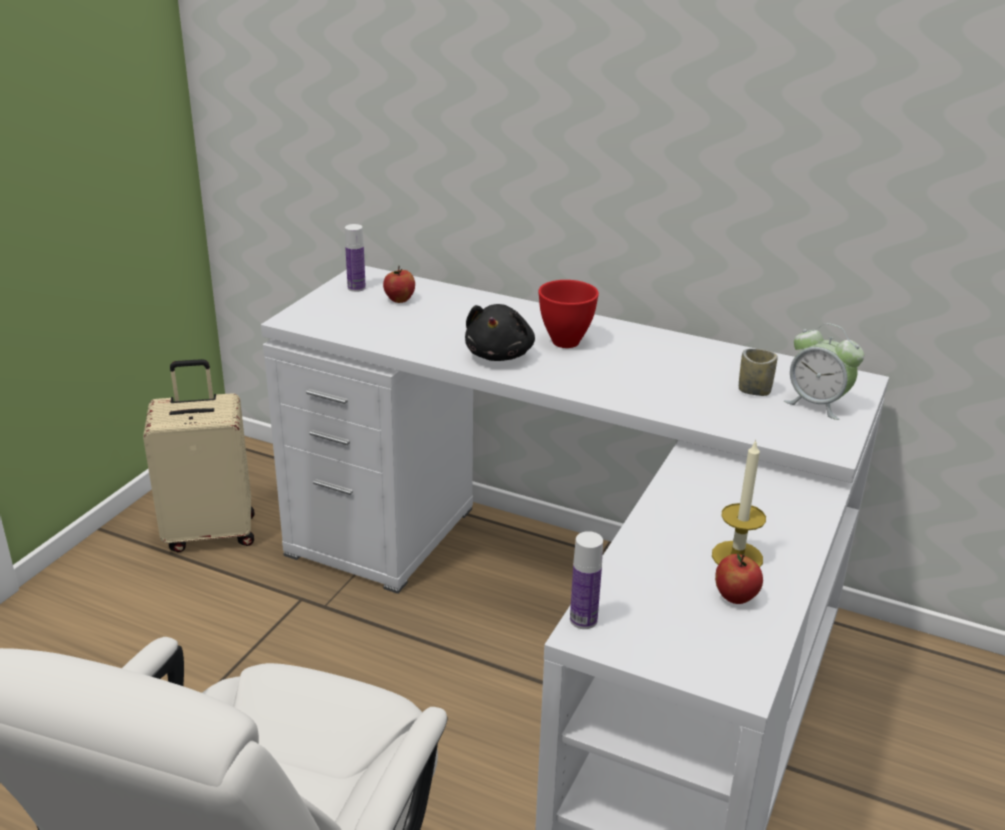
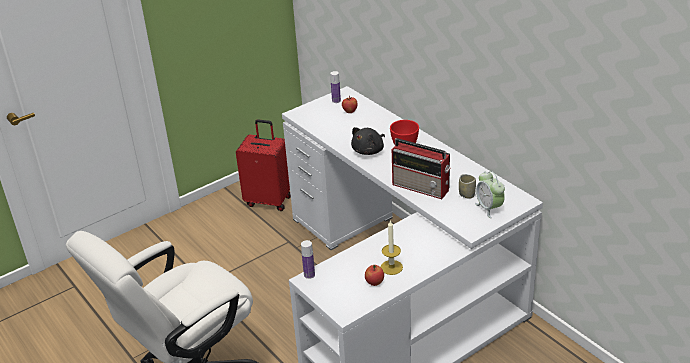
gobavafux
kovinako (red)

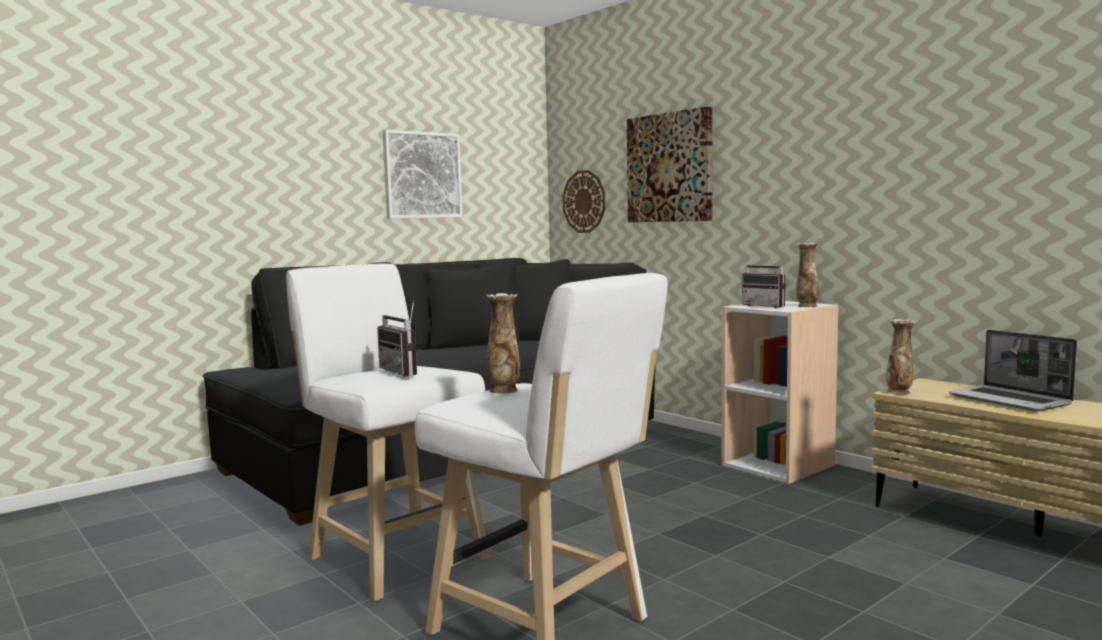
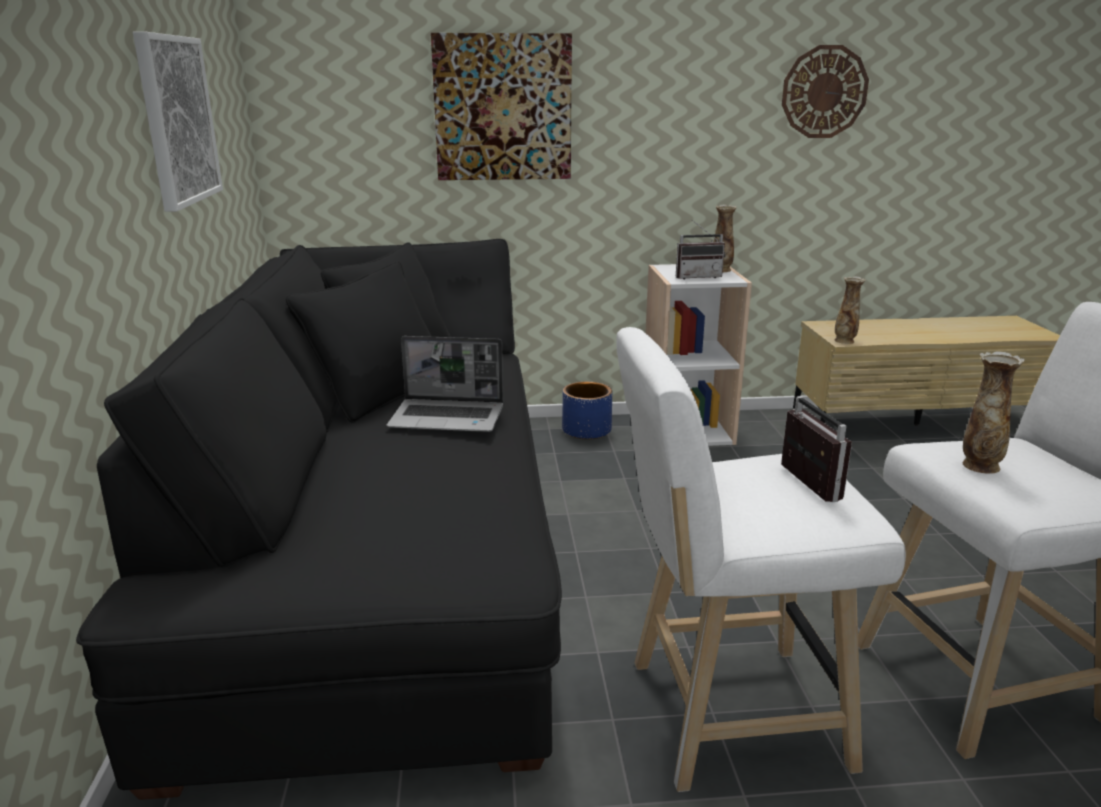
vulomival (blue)
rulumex
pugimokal
gobavafux (no. 2 from left)

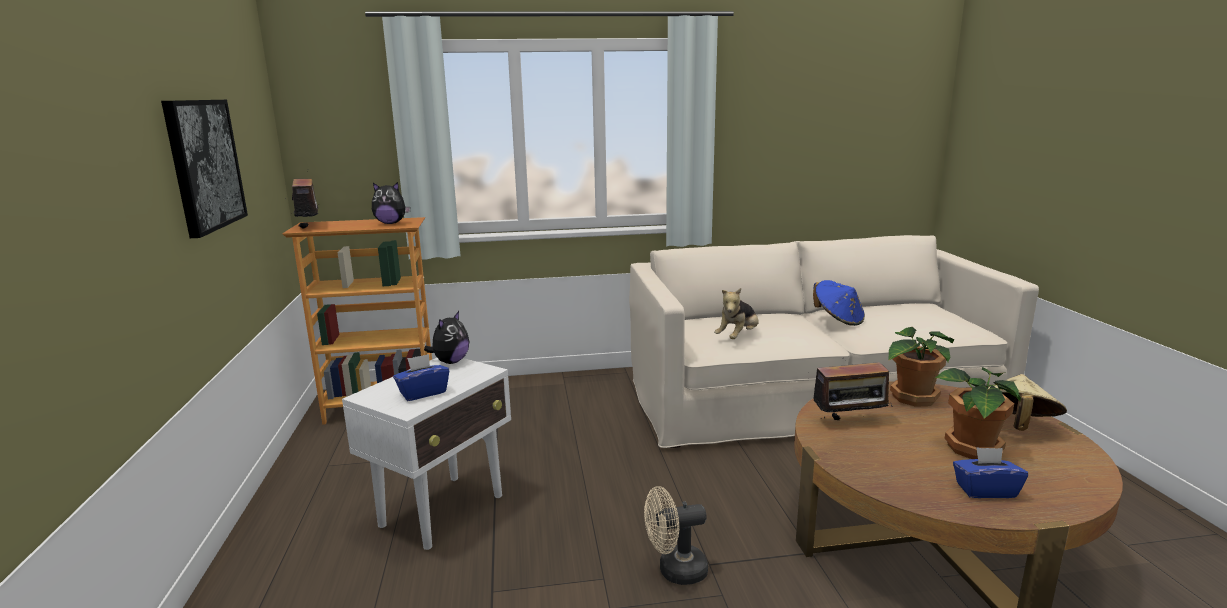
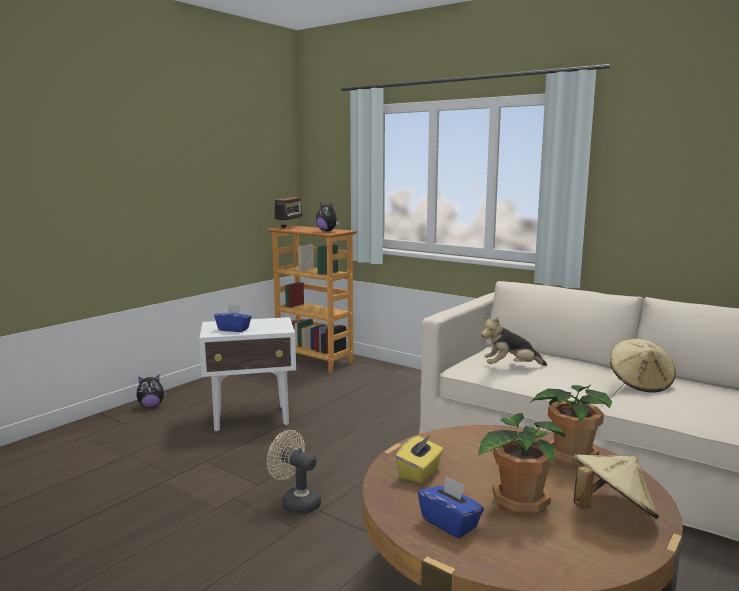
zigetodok
gobavafux (no. 2 from left in the first image)
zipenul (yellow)
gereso (no. 1 from left)
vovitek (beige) (no. 2 from left)

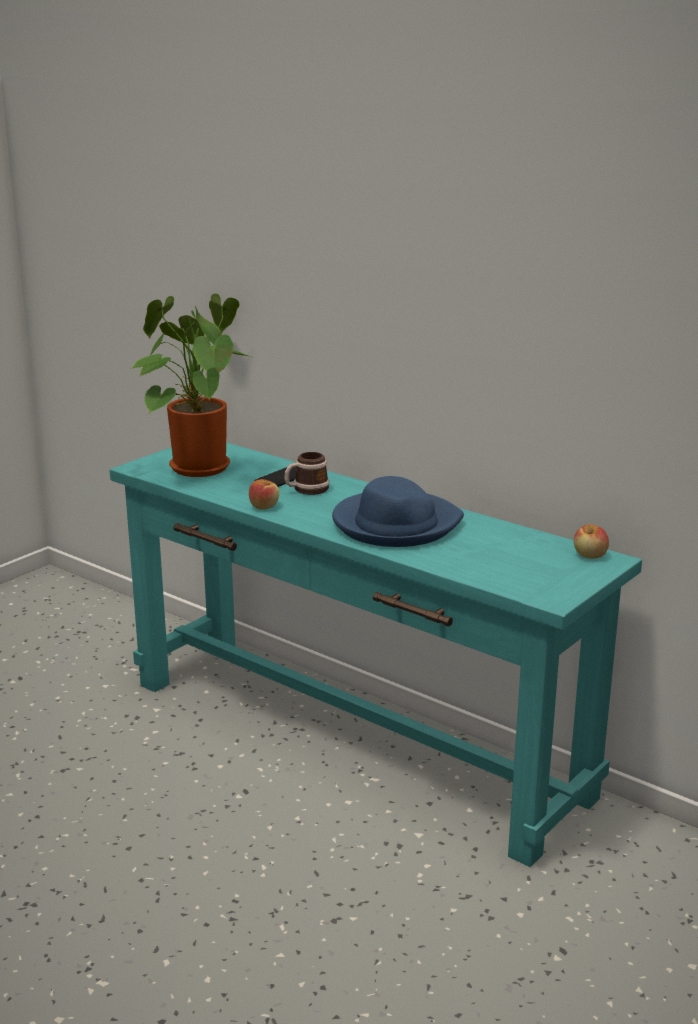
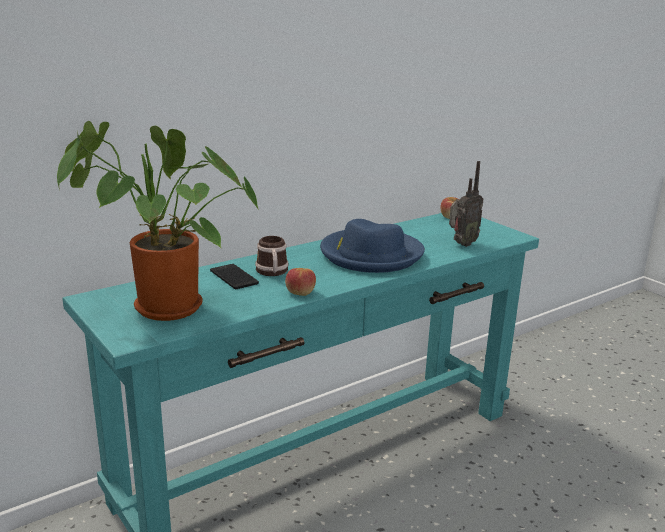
gobavafux

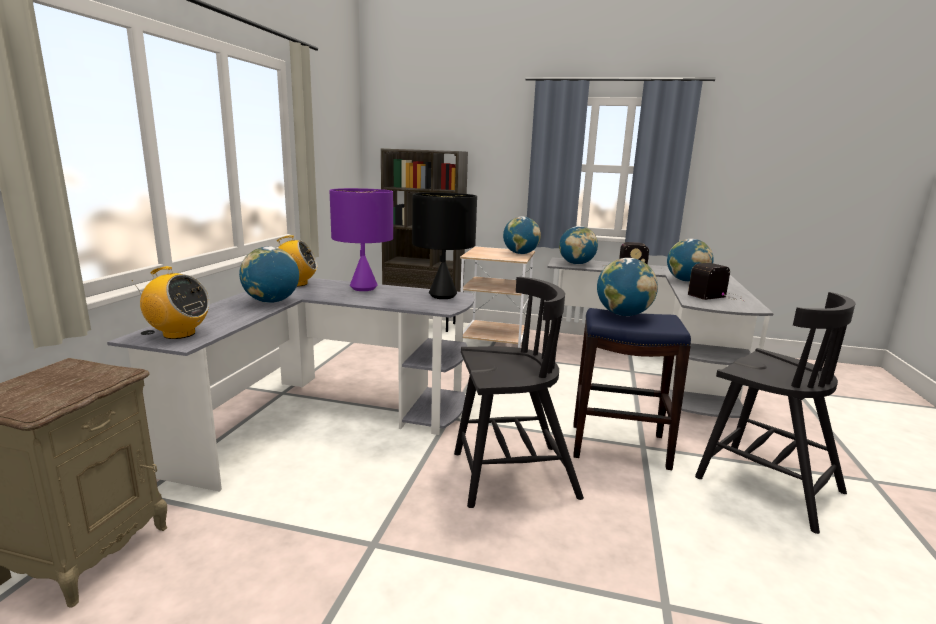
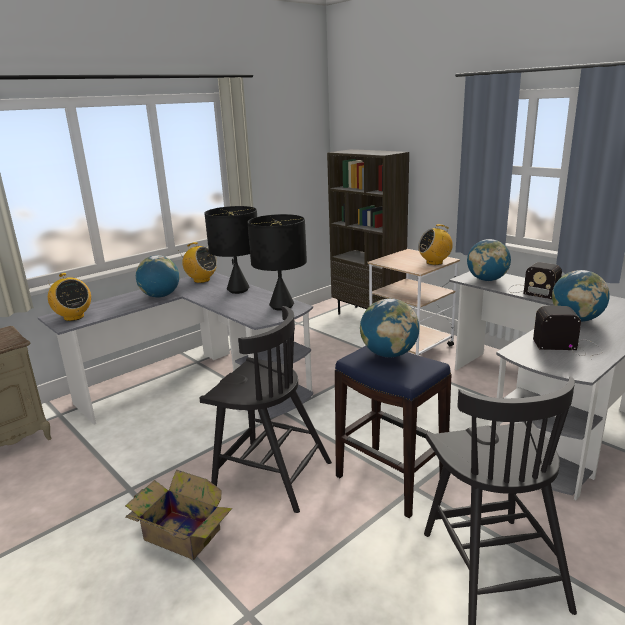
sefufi
gobavafux (no. 3 from left)
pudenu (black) (no. 1 from left)

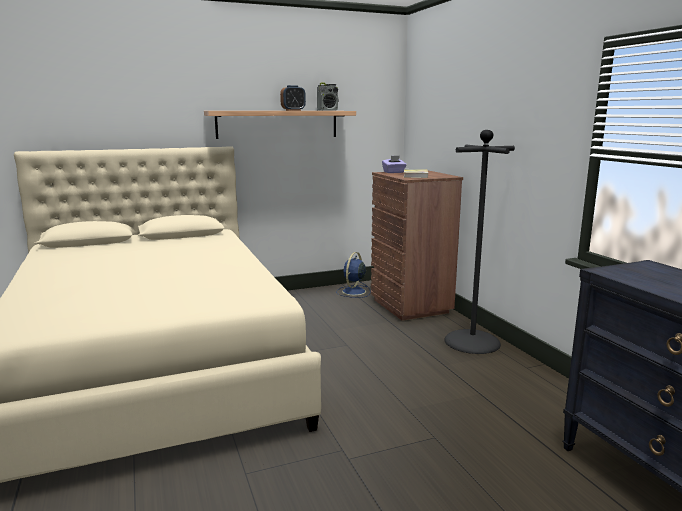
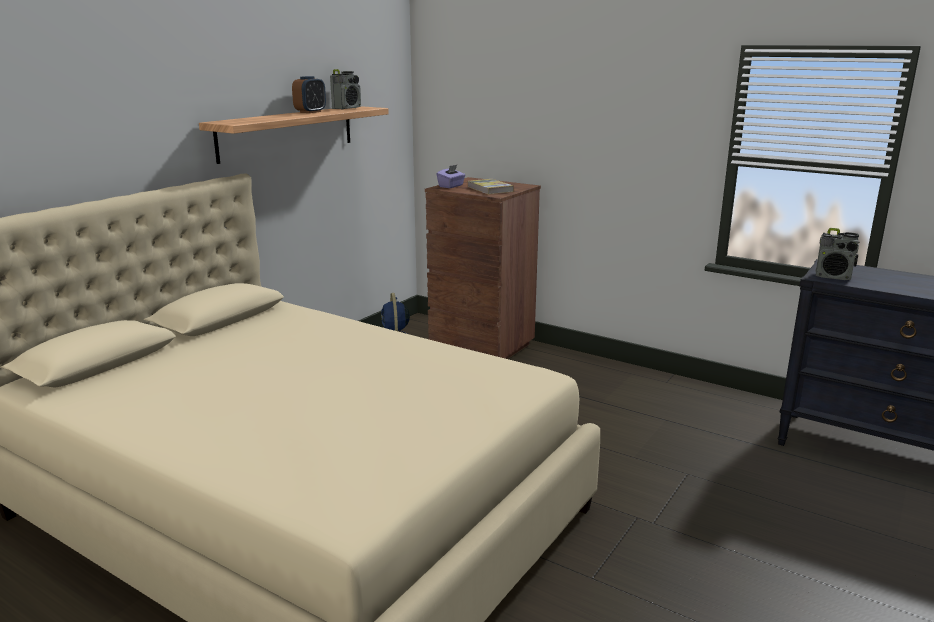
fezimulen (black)
gobavafux (no. 2 from left)

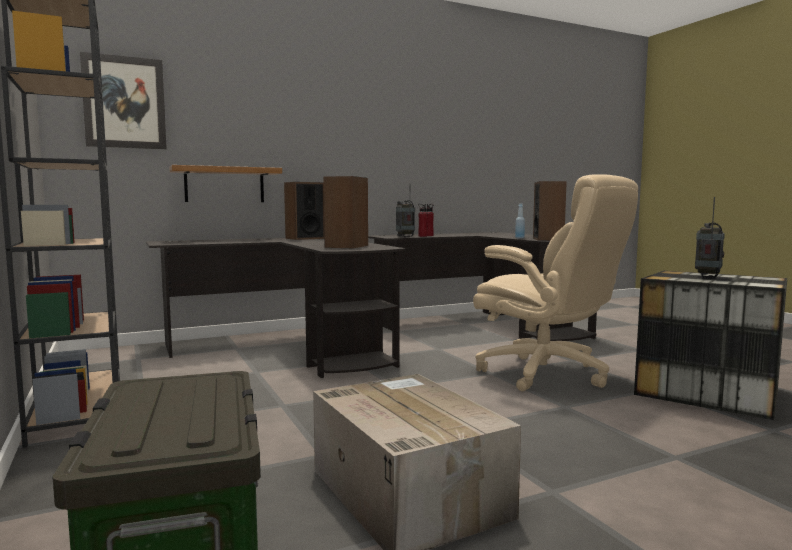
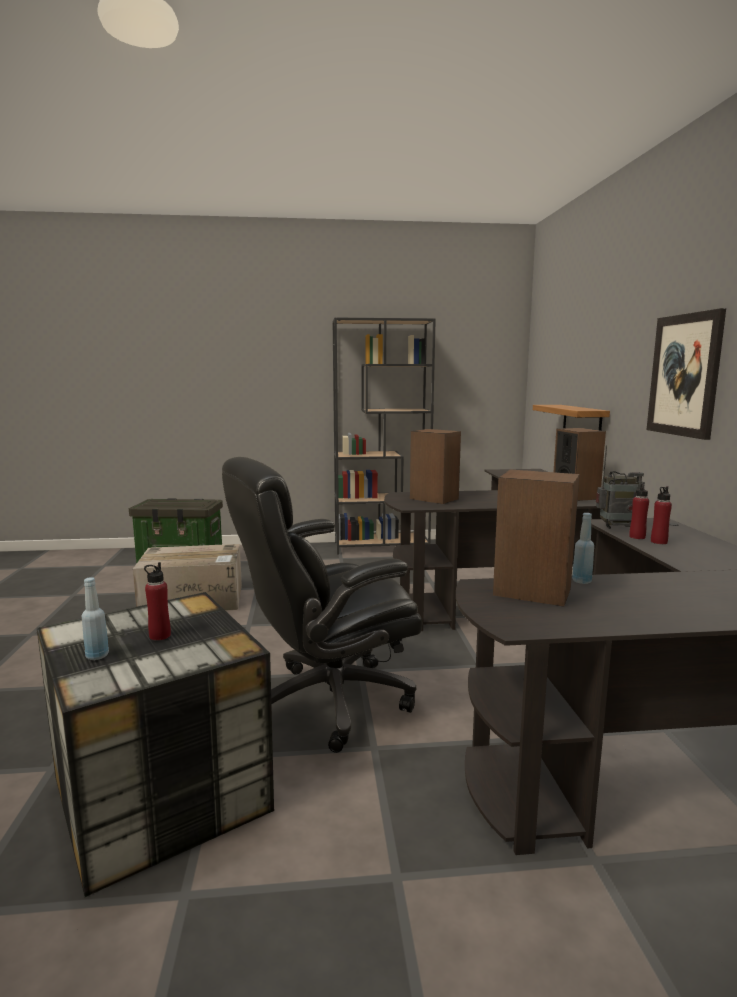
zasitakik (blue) (no. 1 from left)
zigetodok
zasitakik (red) (no. 1 from left)
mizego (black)

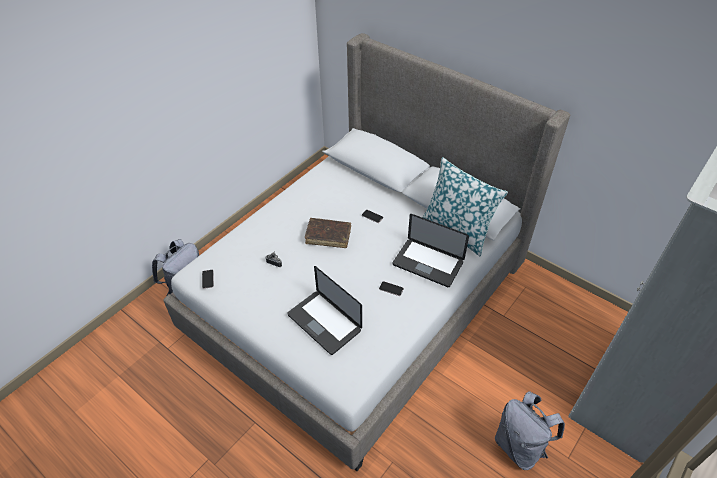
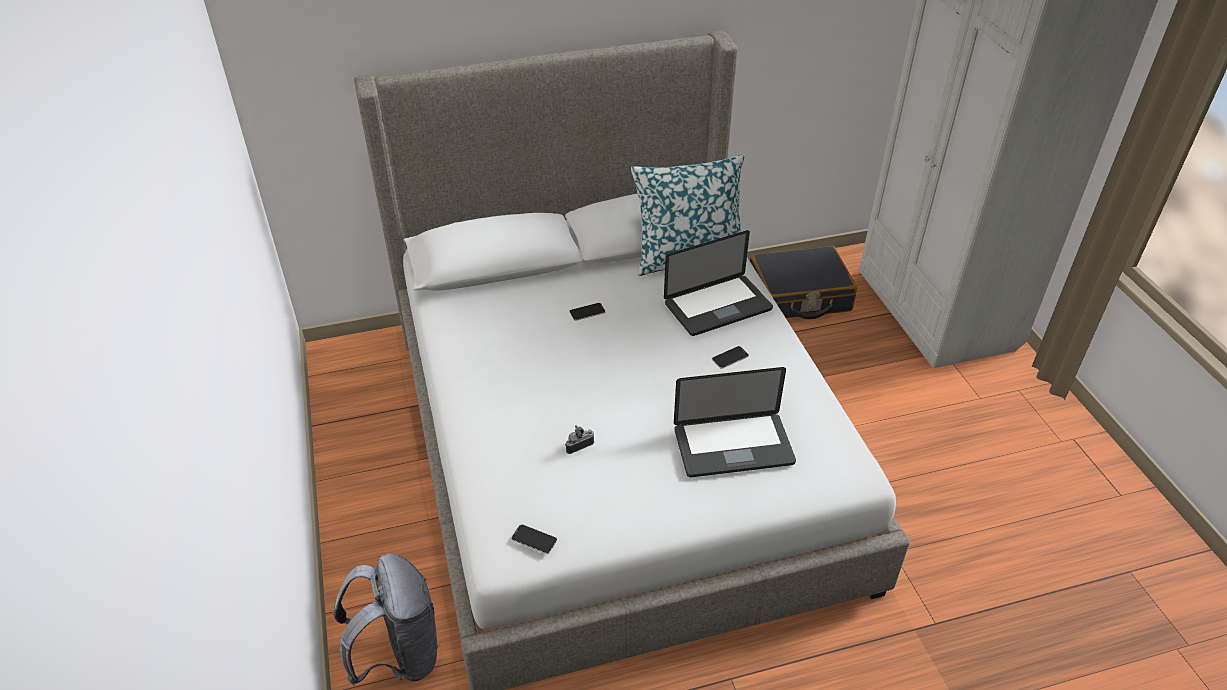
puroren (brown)
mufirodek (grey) (no. 2 from left in the first image)
kovinako (black)

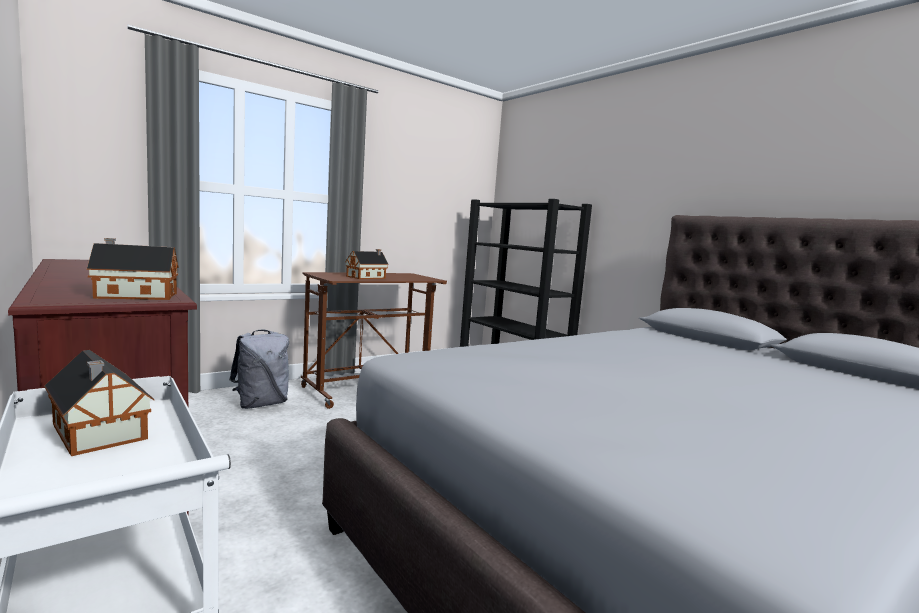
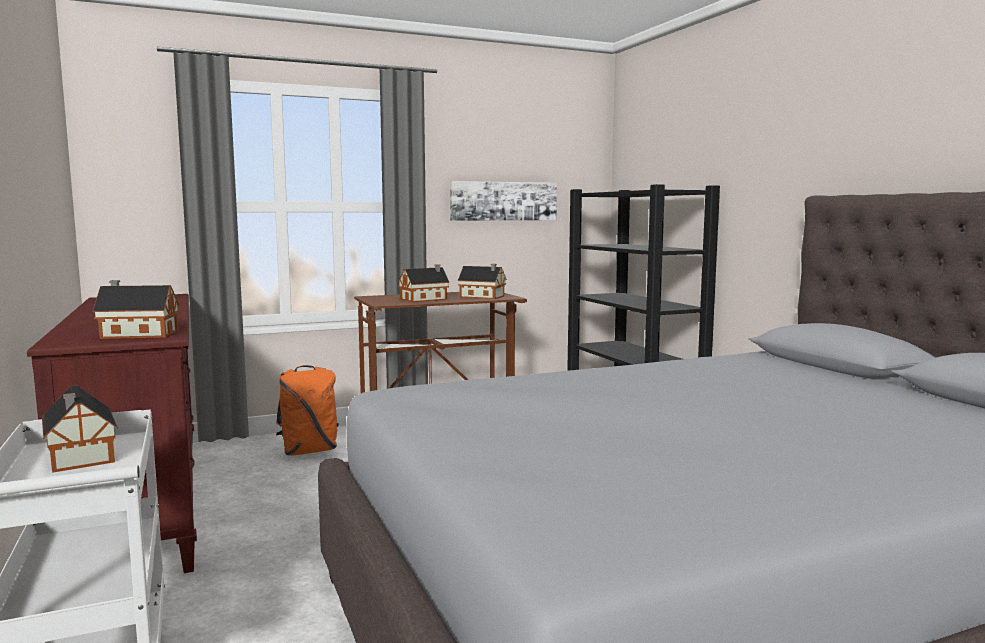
zigetodok
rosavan (no. 4 from left)
mufirodek (orange)

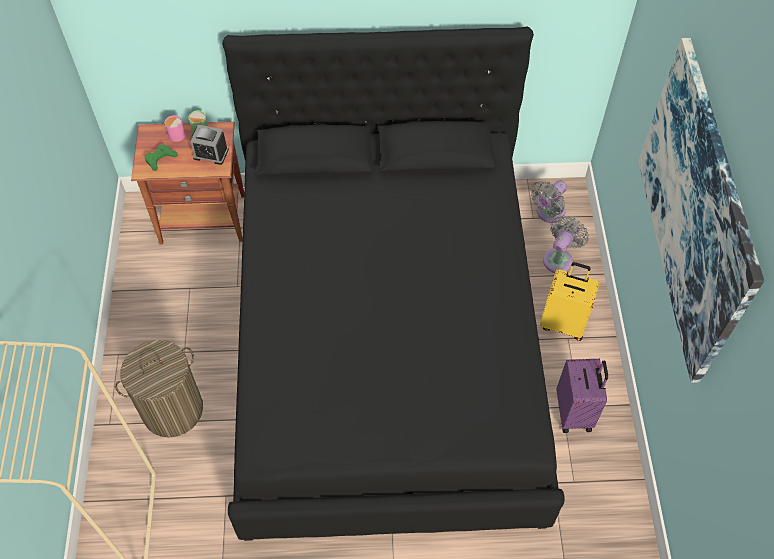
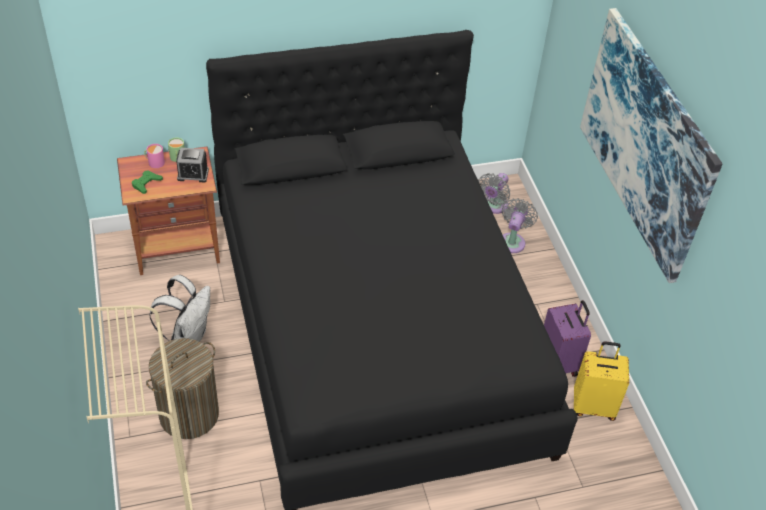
mufirodek (white)
kovinako (yellow)

